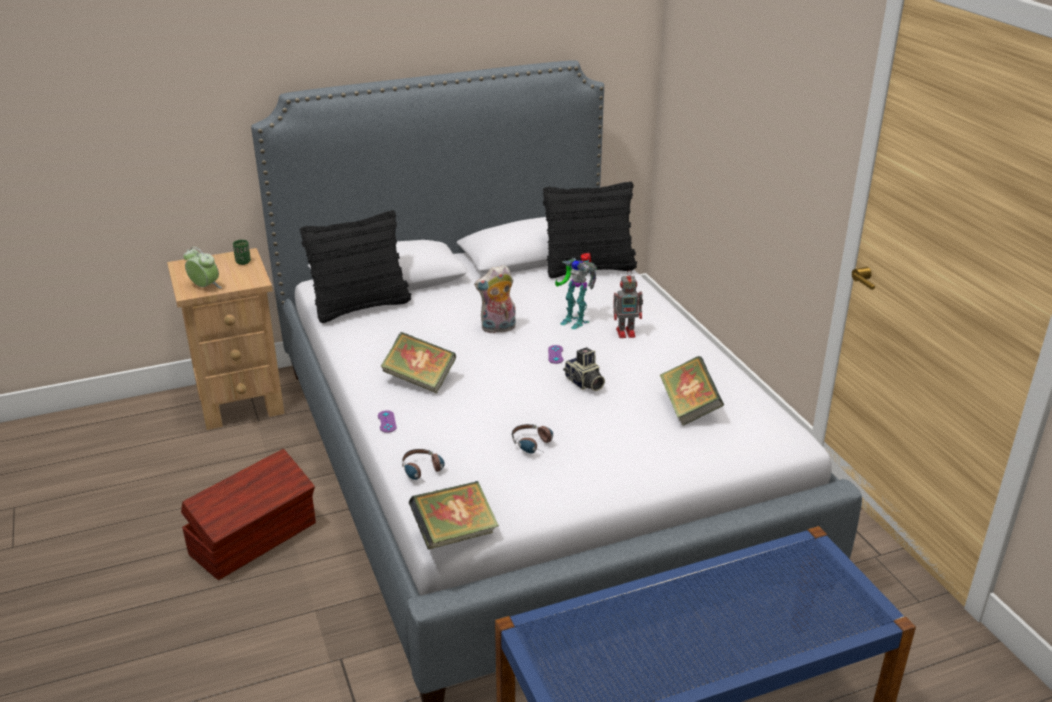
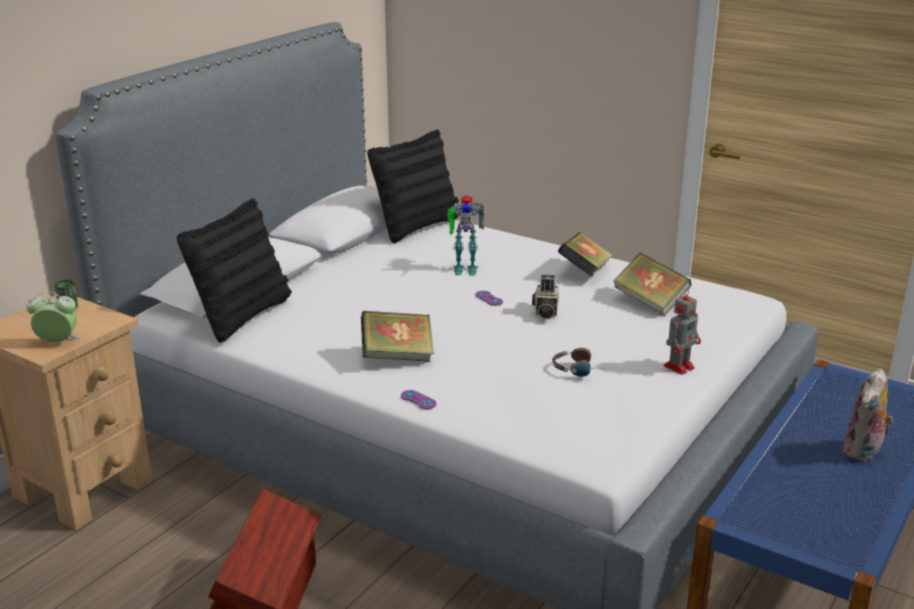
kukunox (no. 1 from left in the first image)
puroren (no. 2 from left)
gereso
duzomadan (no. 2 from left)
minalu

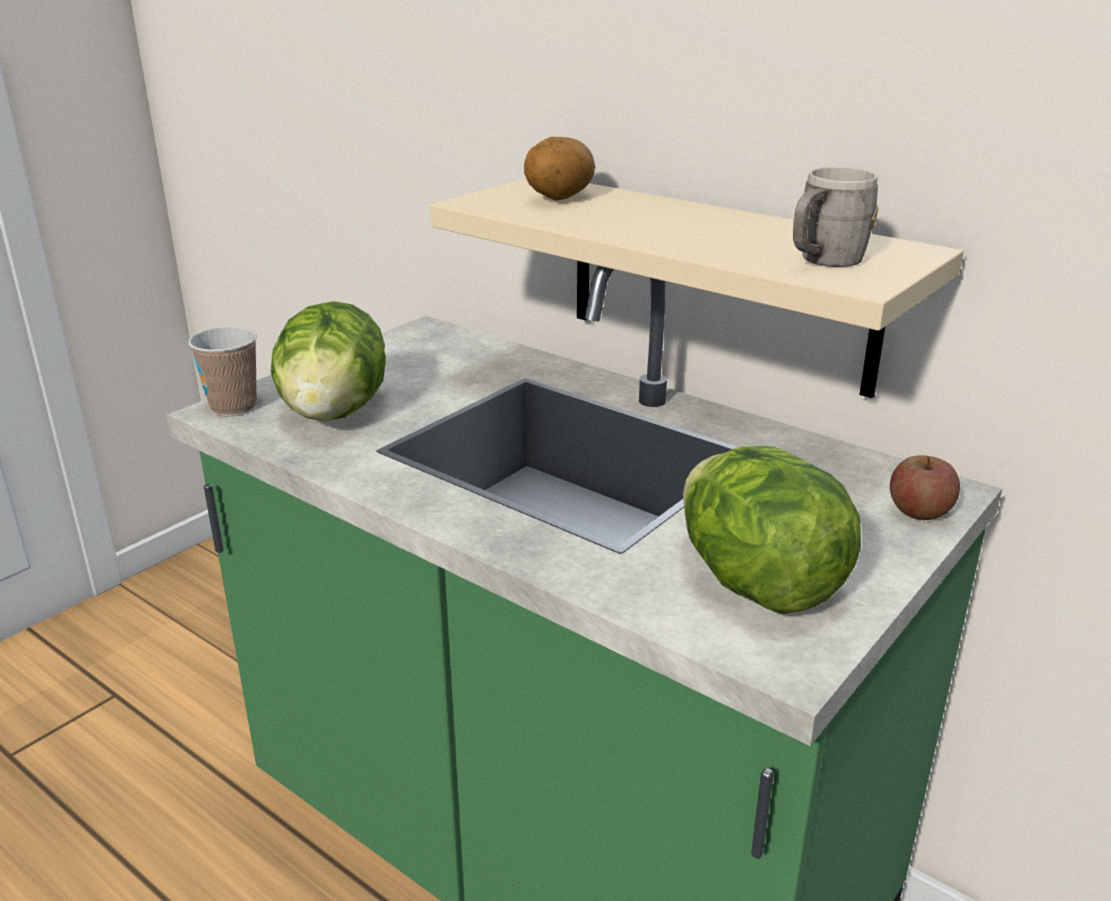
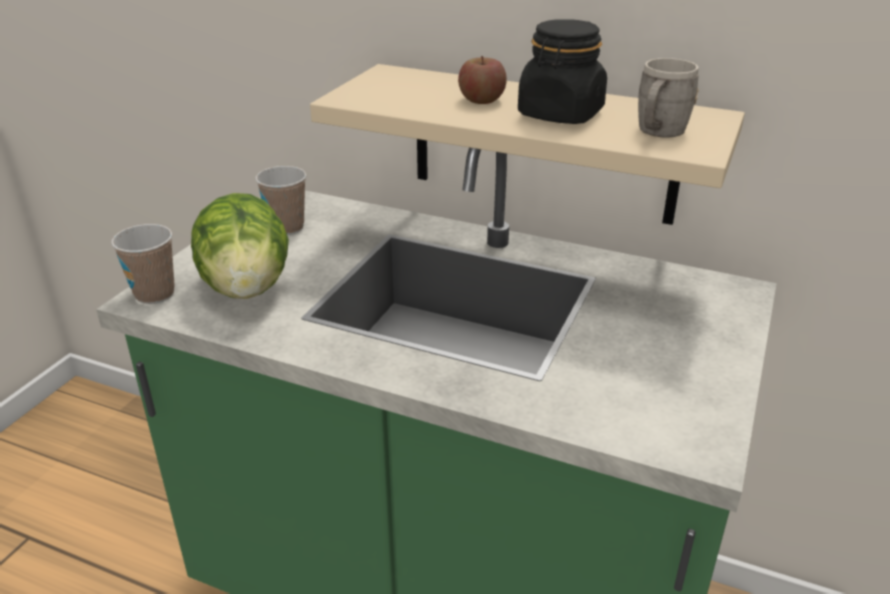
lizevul
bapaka (no. 2 from left in the first image)
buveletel (no. 2 from left)
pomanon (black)
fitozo

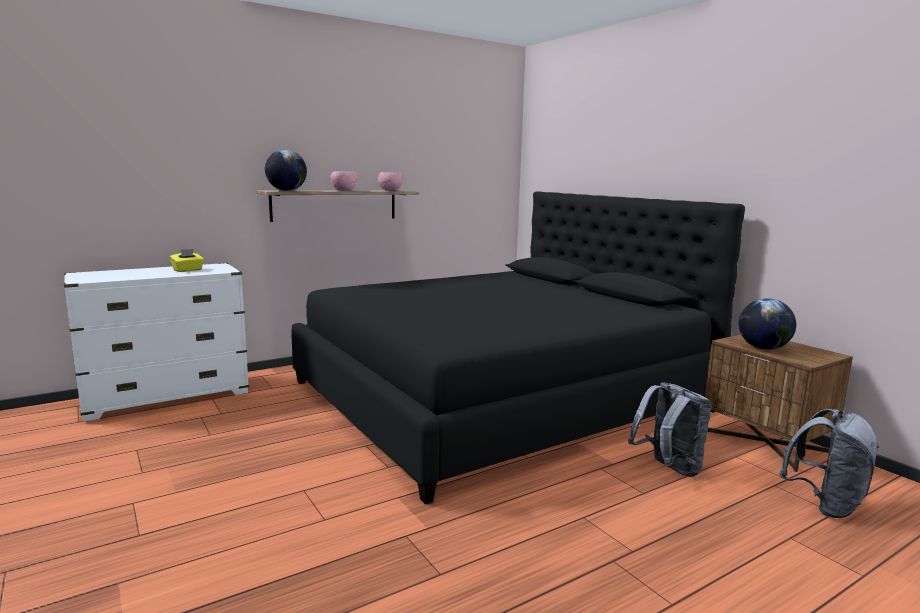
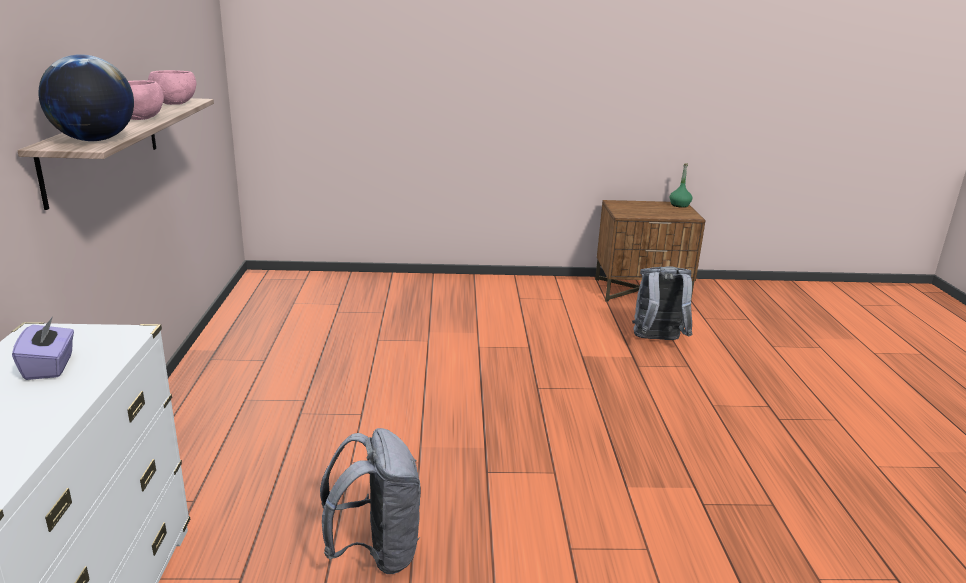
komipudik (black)
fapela (no. 2 from left in the first image)
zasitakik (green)
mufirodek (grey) (no. 1 from left)
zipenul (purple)

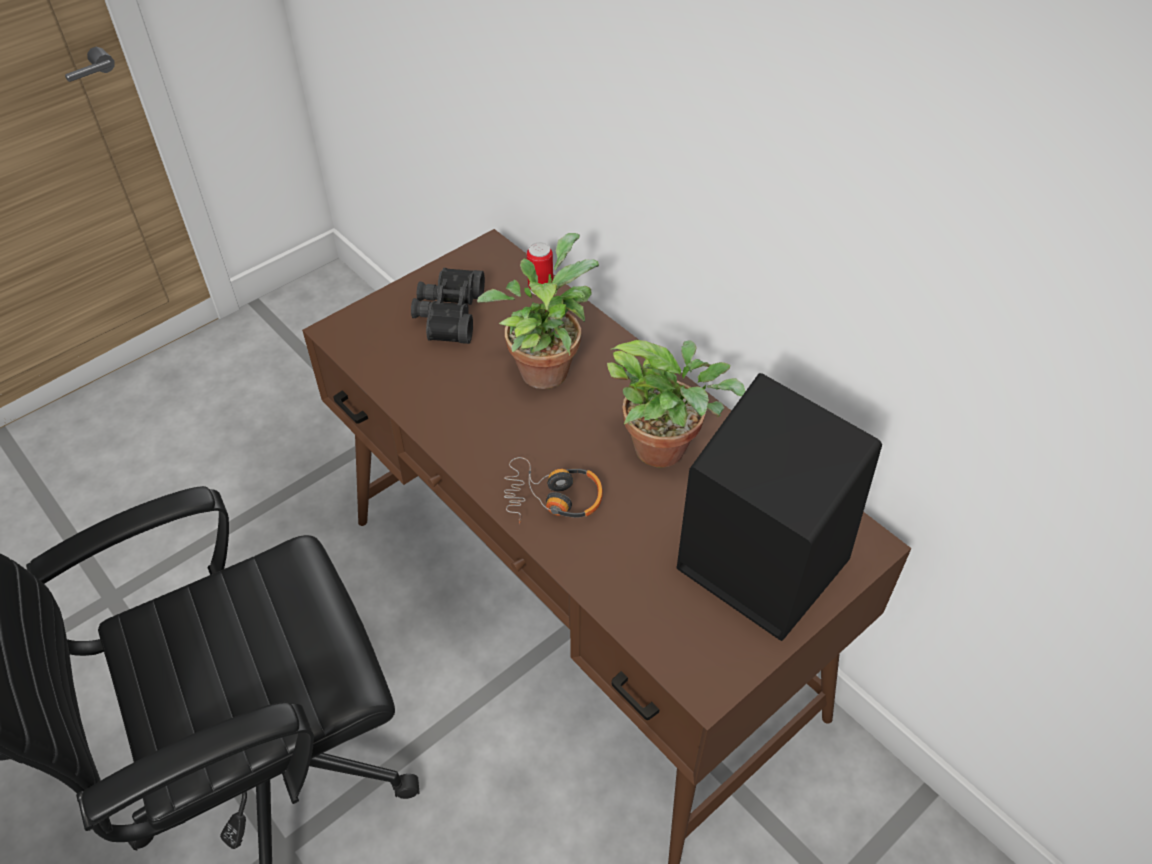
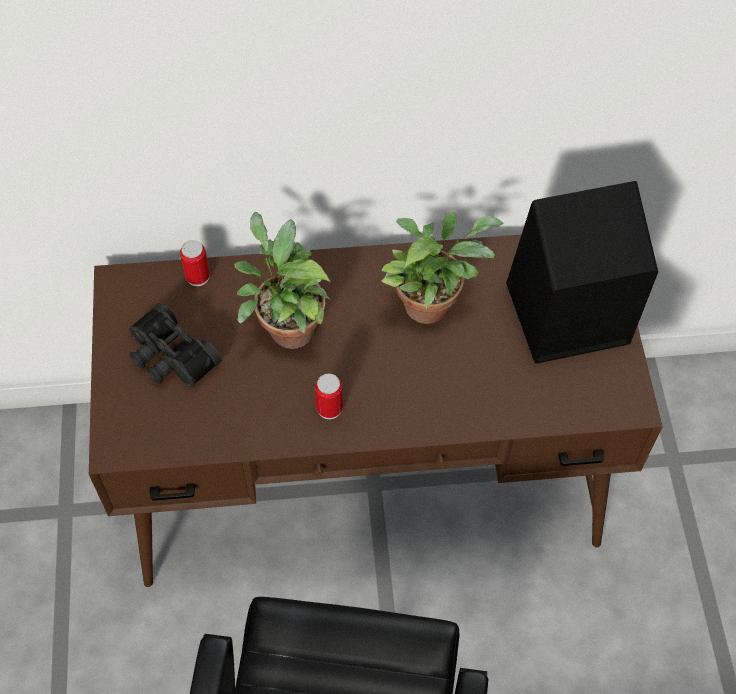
kukunox
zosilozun (no. 2 from left)

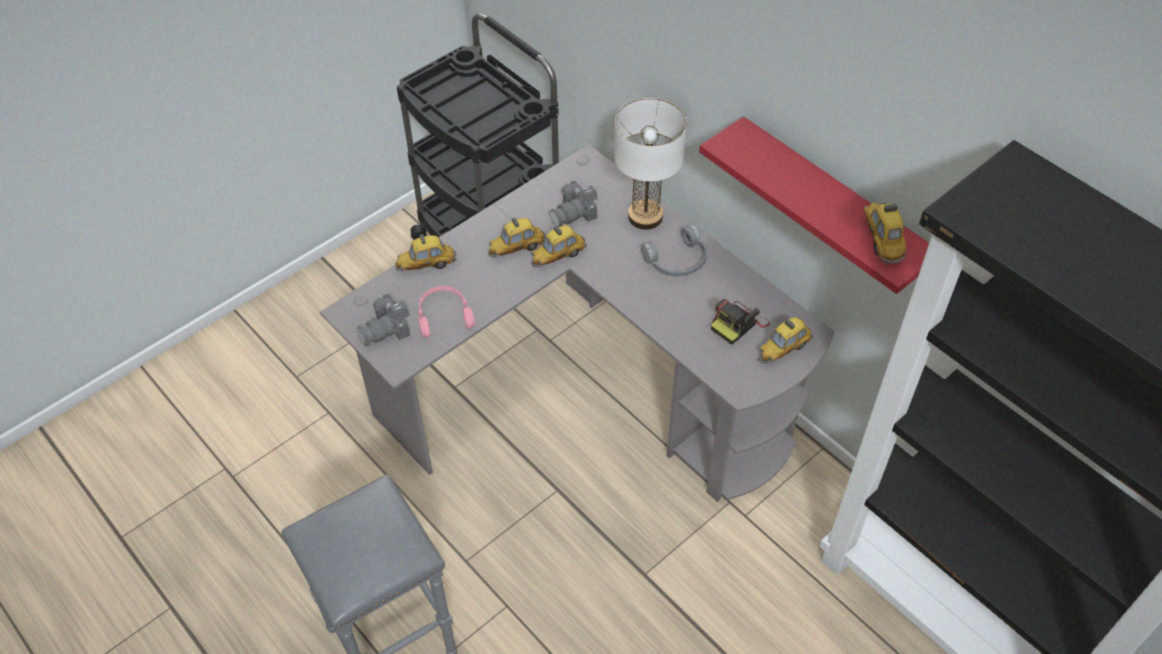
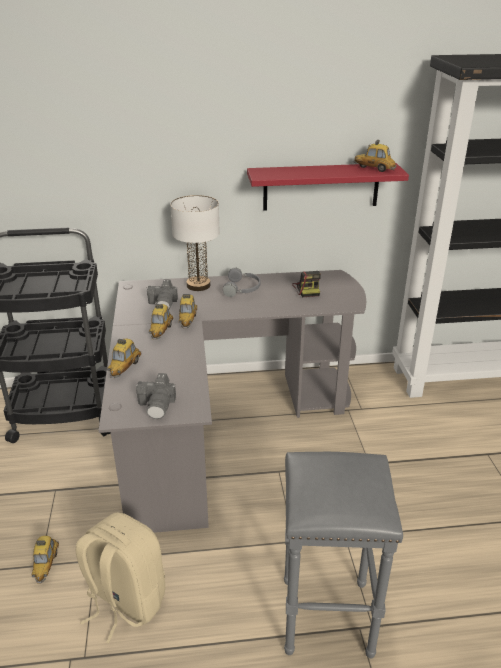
kukunox (pink)
mufirodek (beige)
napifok (no. 1 from left)

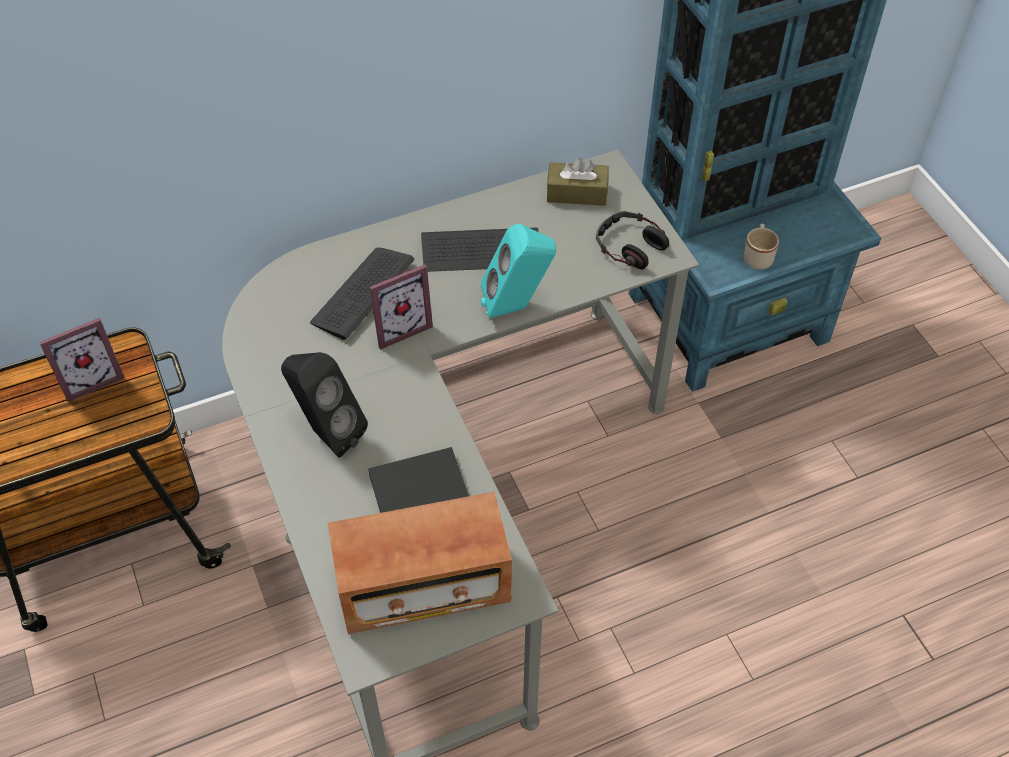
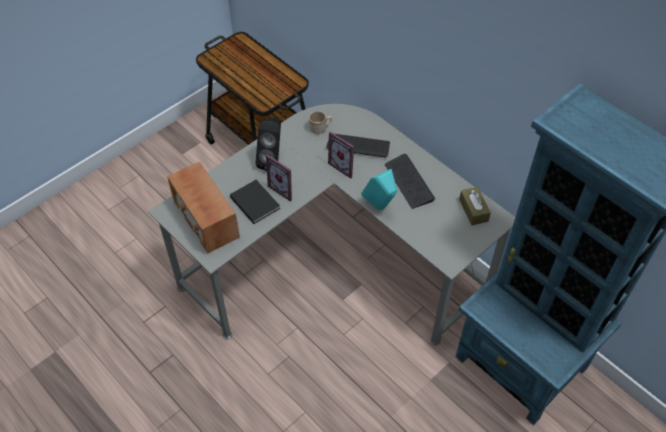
kukunox
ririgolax (no. 1 from left)
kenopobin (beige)

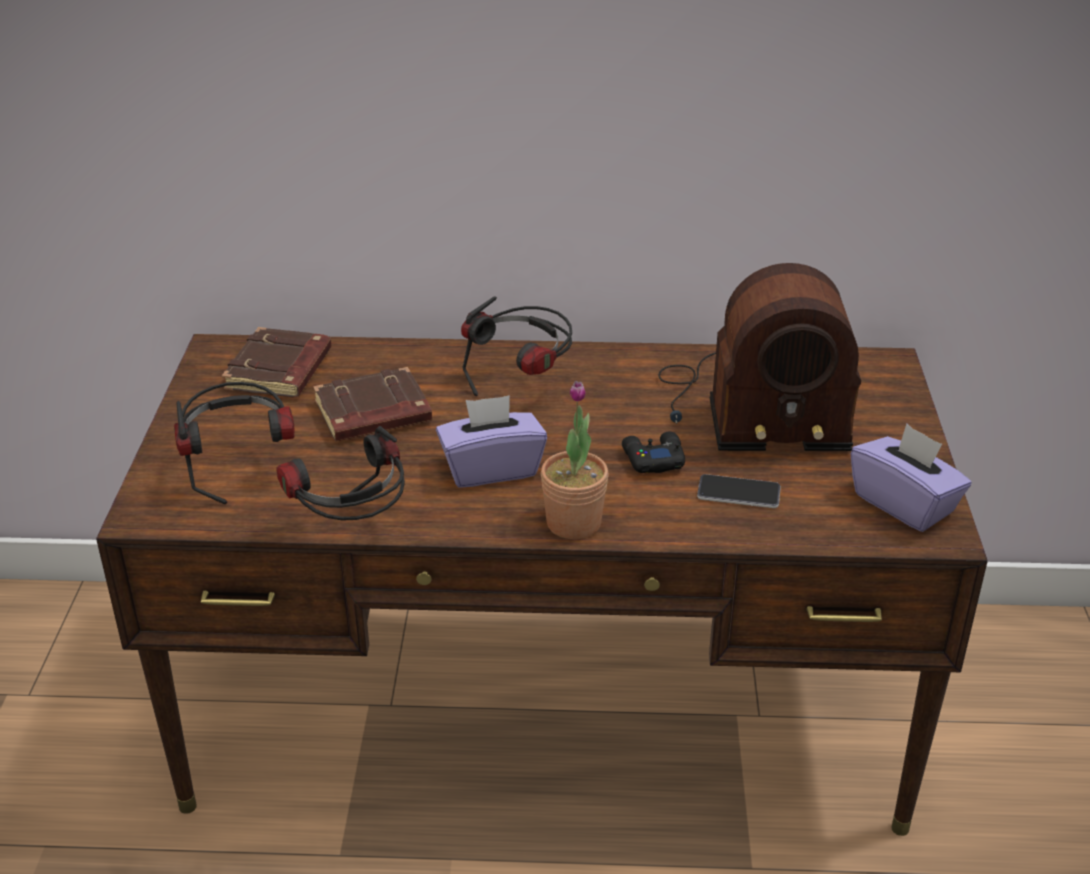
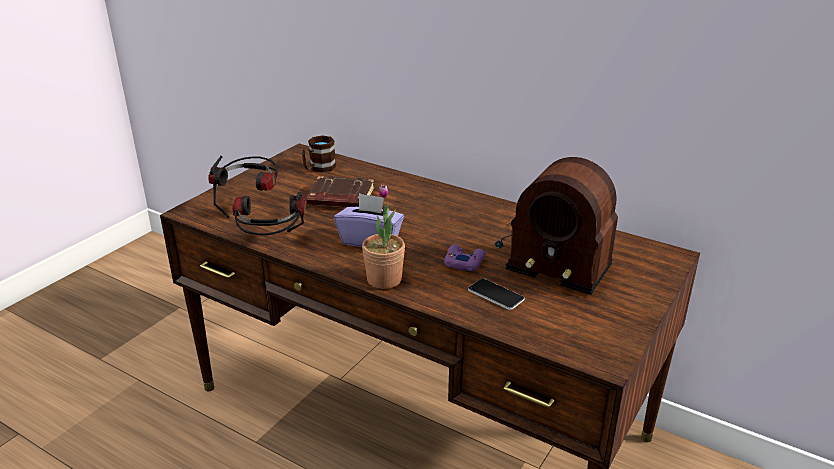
kukunox (no. 3 from left in the first image)
zipenul (purple) (no. 2 from left in the first image)
kenopobin (brown)
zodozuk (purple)

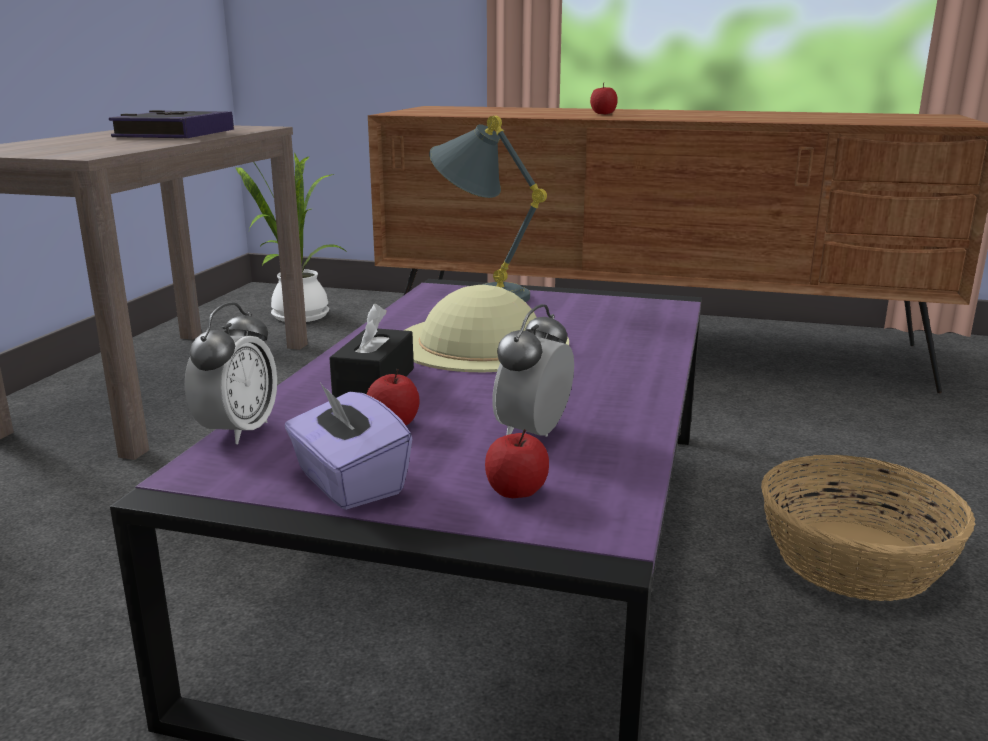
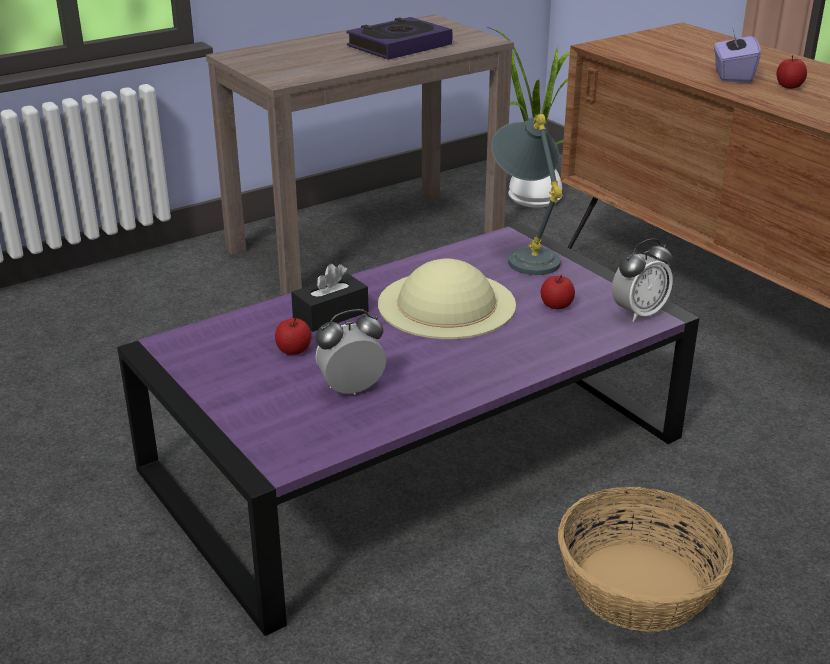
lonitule (no. 2 from left)
zipenul (purple)
fitozo (no. 2 from left)

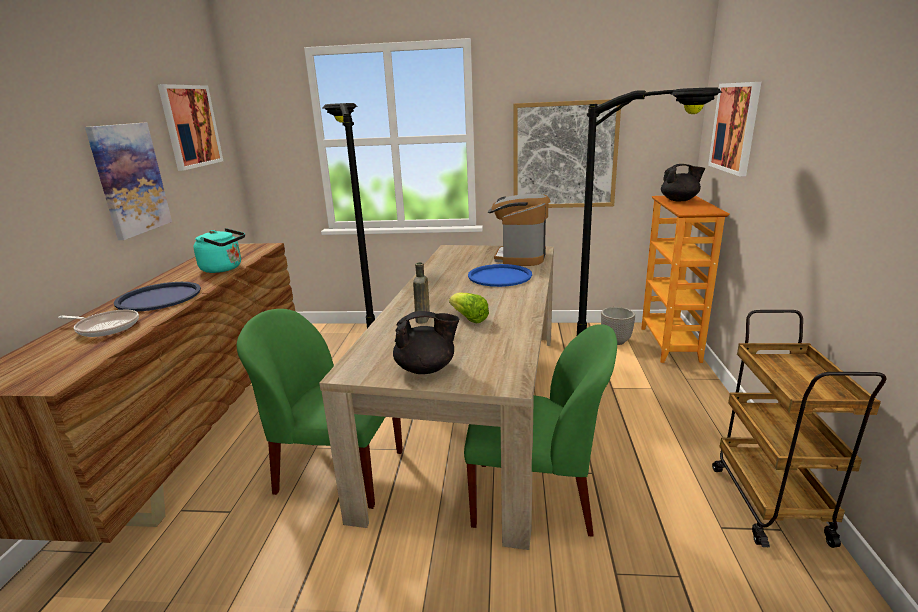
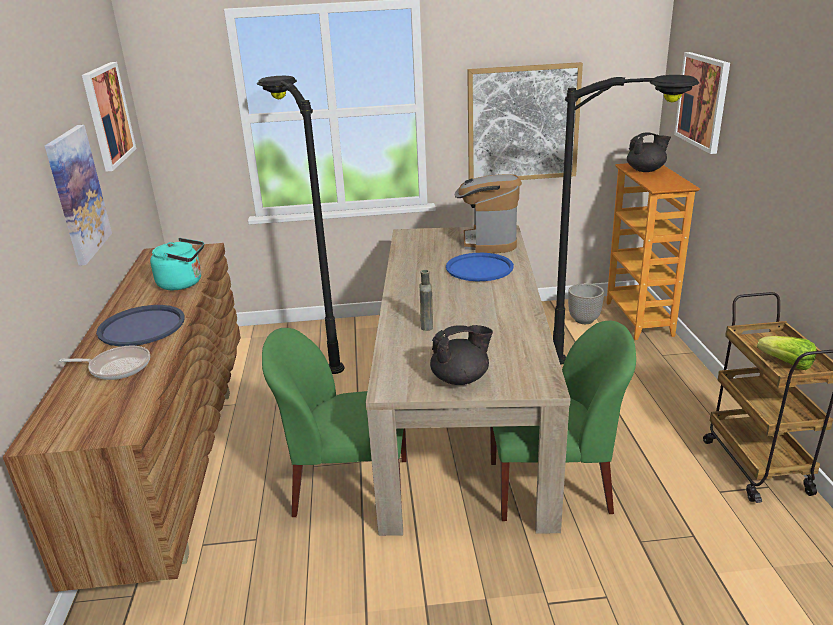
bapaka

